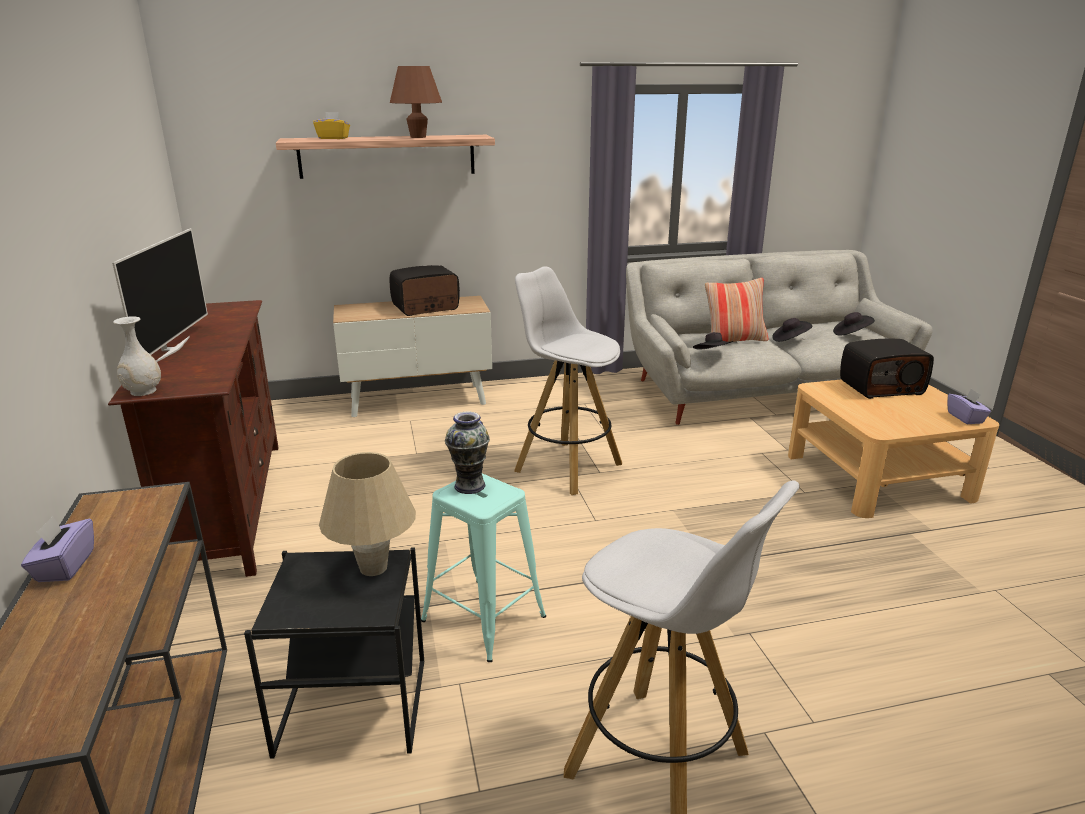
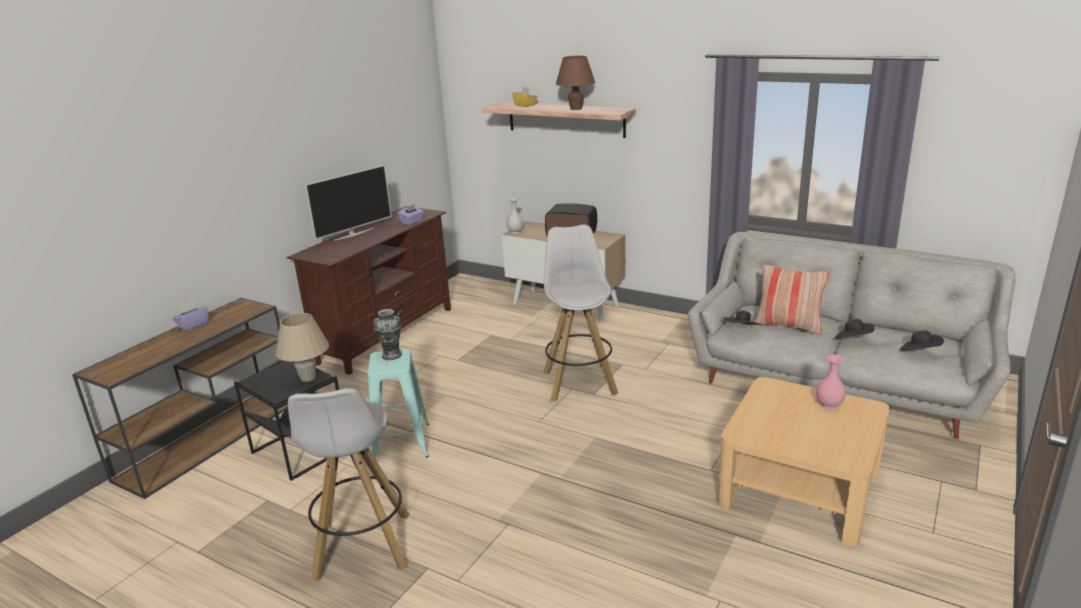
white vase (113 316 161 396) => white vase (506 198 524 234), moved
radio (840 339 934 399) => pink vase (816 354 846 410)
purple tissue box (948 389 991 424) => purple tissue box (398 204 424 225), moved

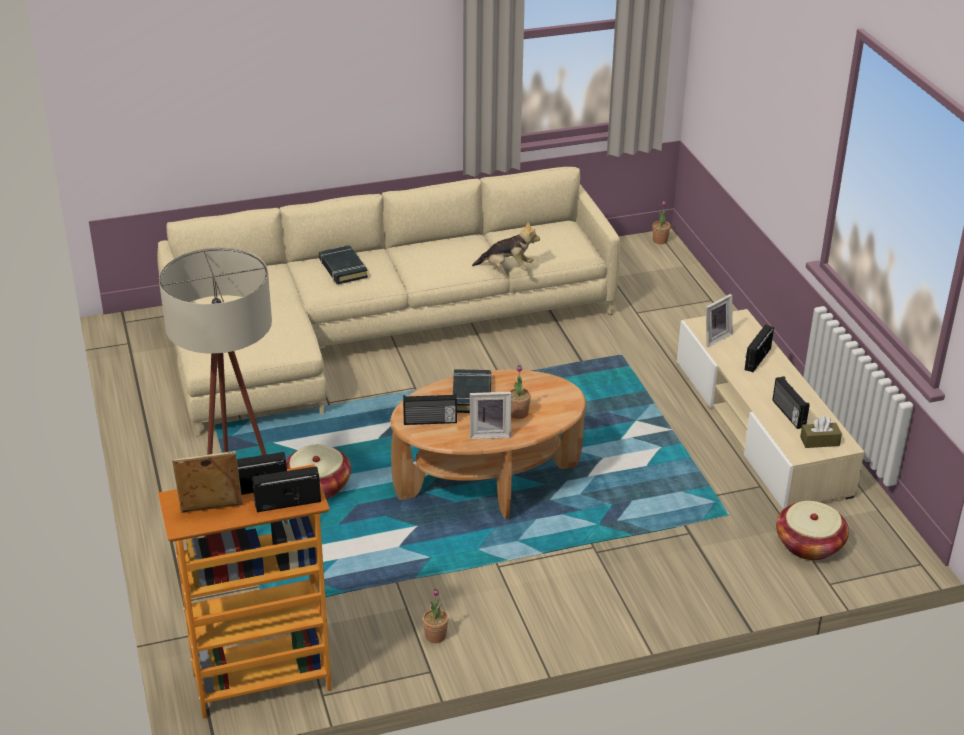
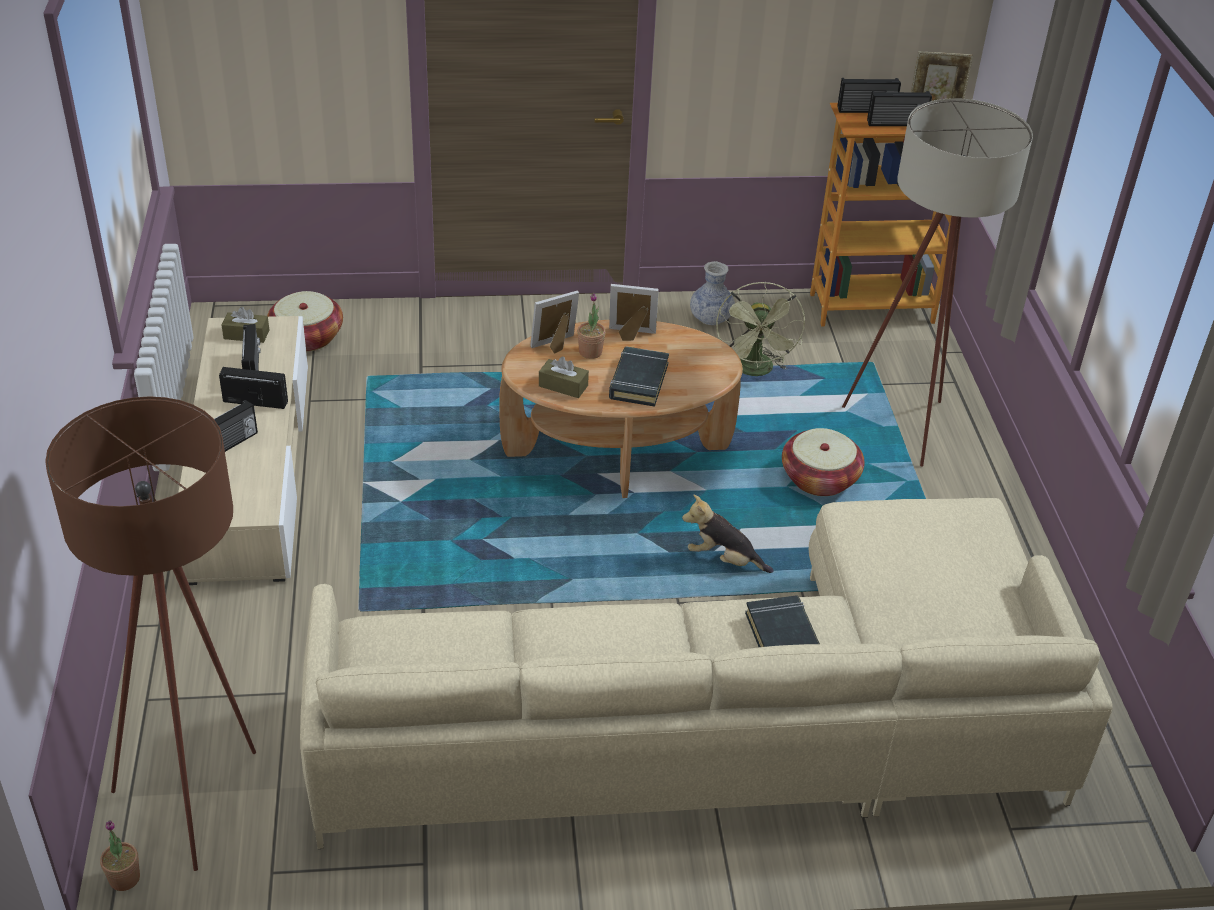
plush toy (472 222 540 270) => plush toy (682 495 774 573), moved
picture frame (706 294 733 347) => picture frame (530 291 579 354), moved
radio (403 393 457 425) => radio (219 367 288 409), moved
potted plant (423 589 448 643) => vase (690 261 735 325)
nothing => green fan (716 282 805 376)
nothing => brown tissue box (539 356 589 398)
nothing => brown floor lamp (45 396 256 871)

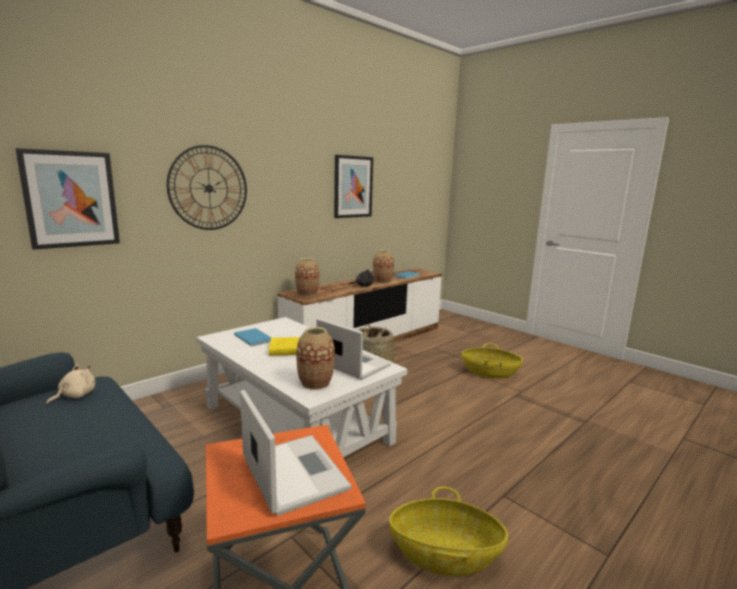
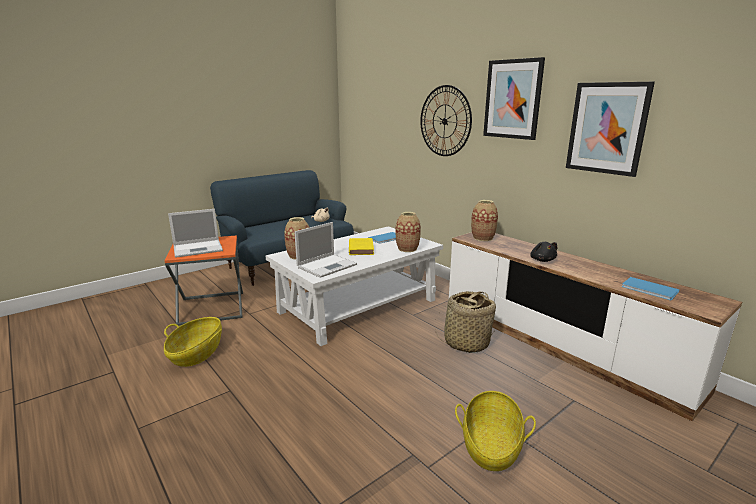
picture (15 148 120 250) => picture (483 57 545 140), moved
vase (373 250 394 283) => vase (395 212 421 252), moved

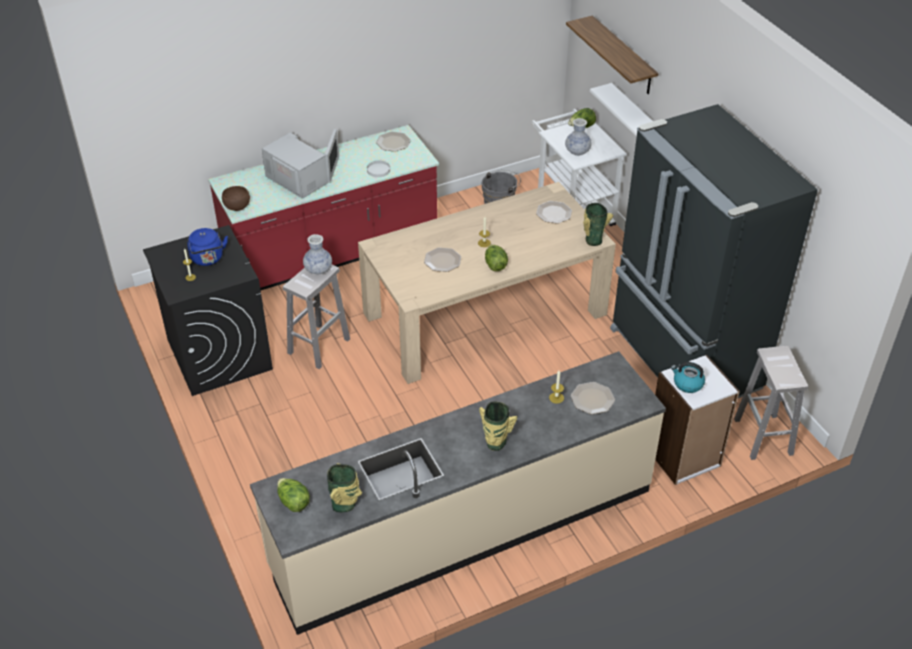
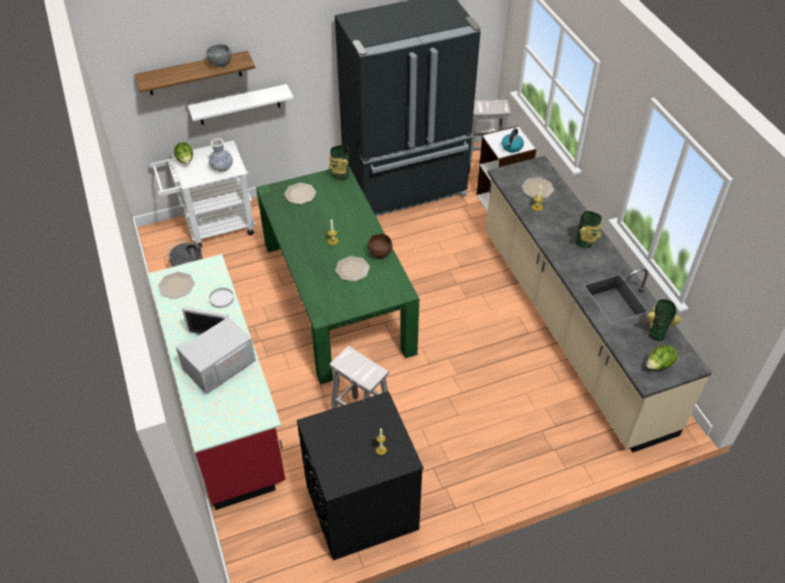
beige dining table (358 182 616 384) => green dining table (256 167 419 384)
brown bowl (222 186 250 211) => brown bowl (368 234 392 258), moved
blue kettle (187 228 228 266) => nothing
vase (303 234 332 275) => nothing
lettuce (485 244 508 271) => nothing
nothing => grey bowl (206 44 232 67)

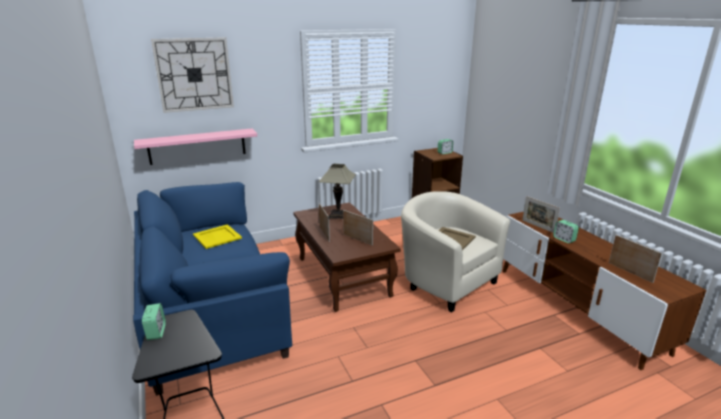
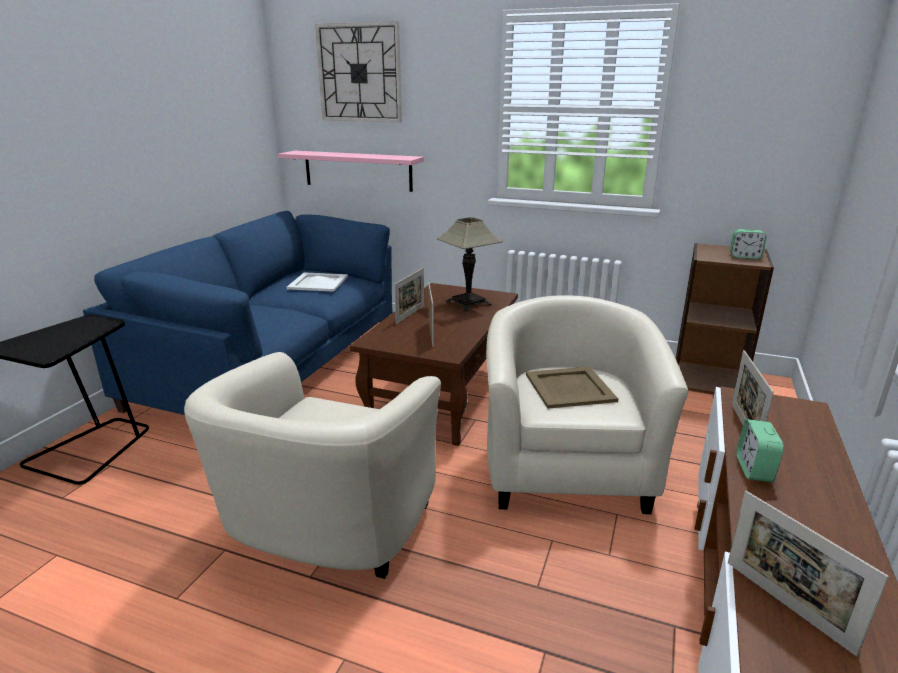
yellow tray (193 224 242 249) => white tray (286 272 348 292)
picture frame (609 235 662 283) => picture frame (728 491 889 656), 135 degrees clockwise
alarm clock (142 303 166 340) => nothing
nothing => beige armchair (184 352 441 579)

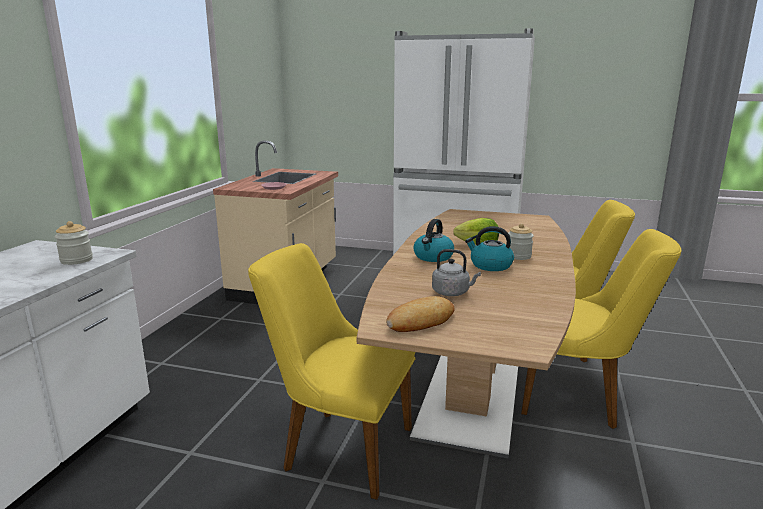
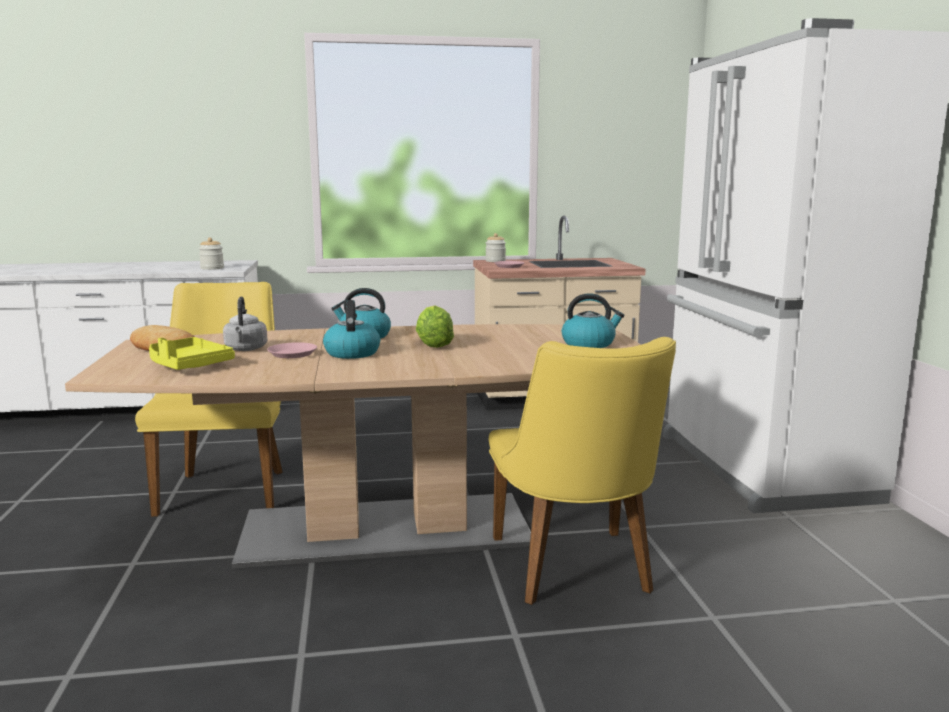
jar (508 223 534 260) => jar (485 233 506 262), moved
yellow chair (521 229 682 429) => nothing
nothing => kettle (562 293 624 348)
nothing => yellow tray (149 337 235 370)
nothing => pink plate (267 342 317 358)

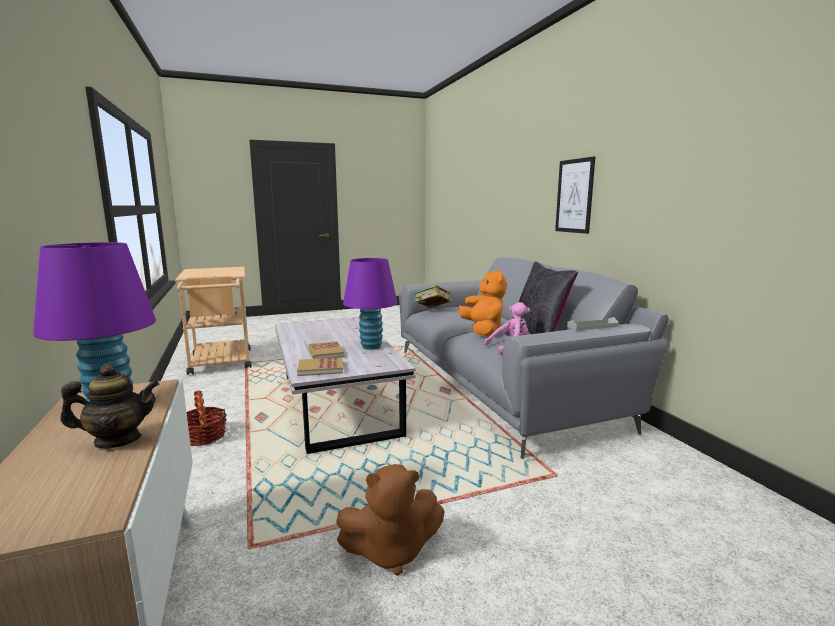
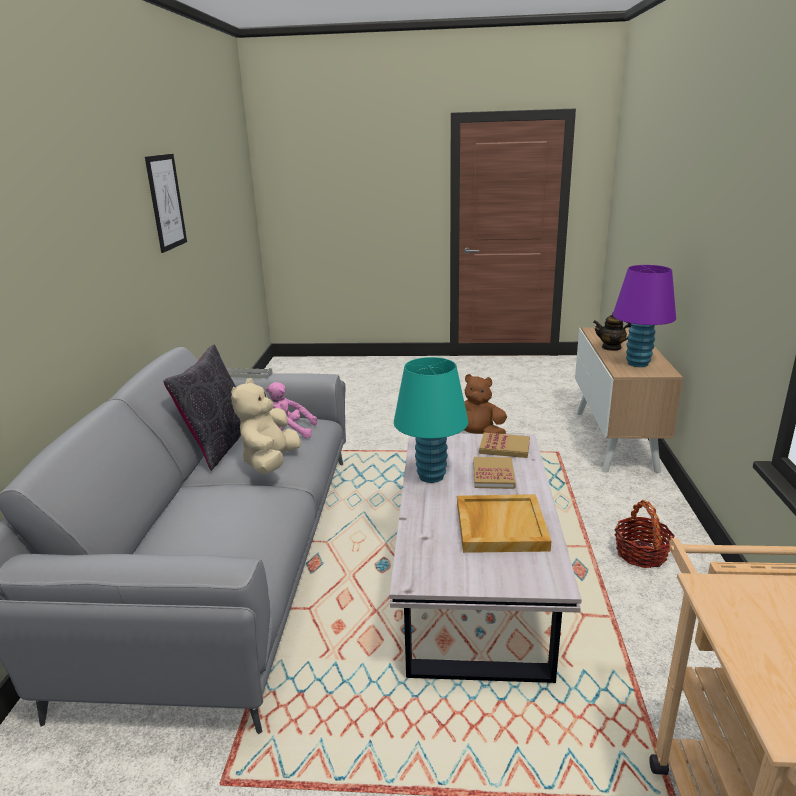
picture (555 156 595 234) => picture (145 154 187 253), moved
purple table lamp (343 258 397 350) => turquoise table lamp (394 357 468 483)
orange plush toy (459 269 506 336) => beige plush toy (231 378 301 474)
book (414 284 453 308) => nothing
nothing => beige tray (457 494 551 553)

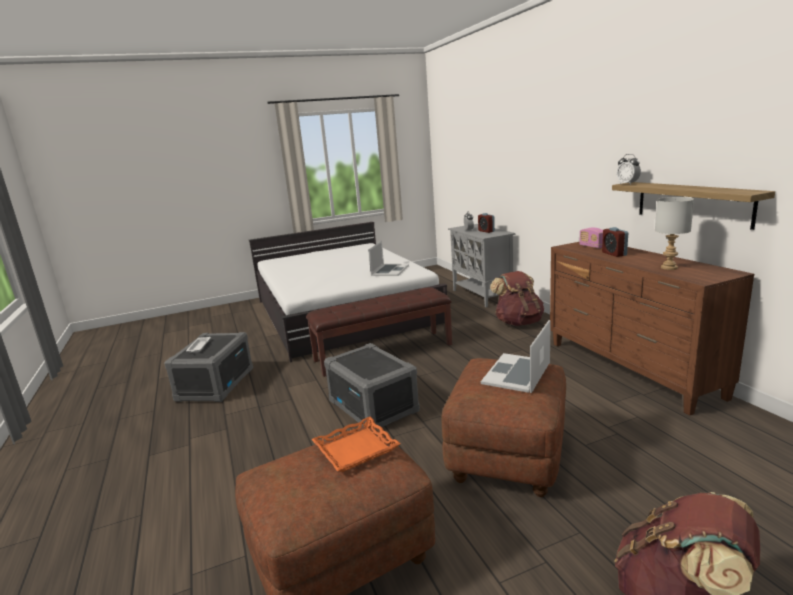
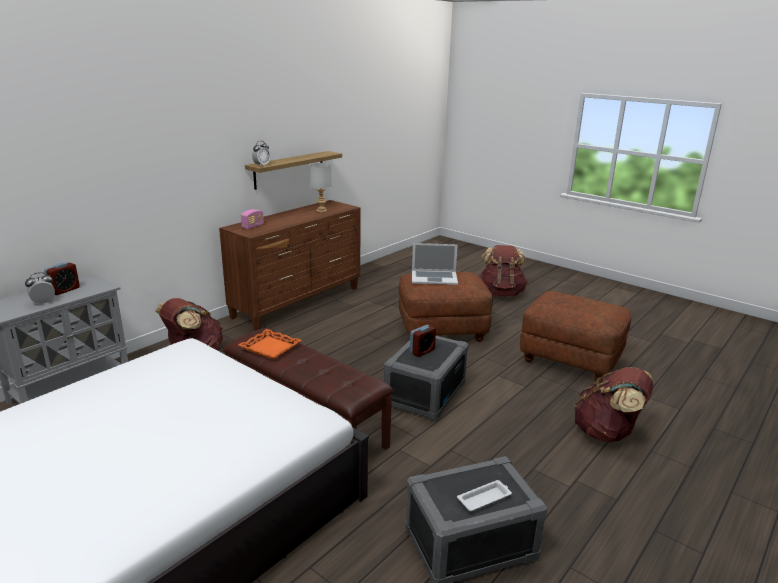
alarm clock (602 227 628 257) => alarm clock (410 325 436 357), moved
laptop (368 241 409 276) => nothing
orange tray (311 417 401 472) => orange tray (239 329 302 359), moved
nothing => brown backpack (574 367 654 443)

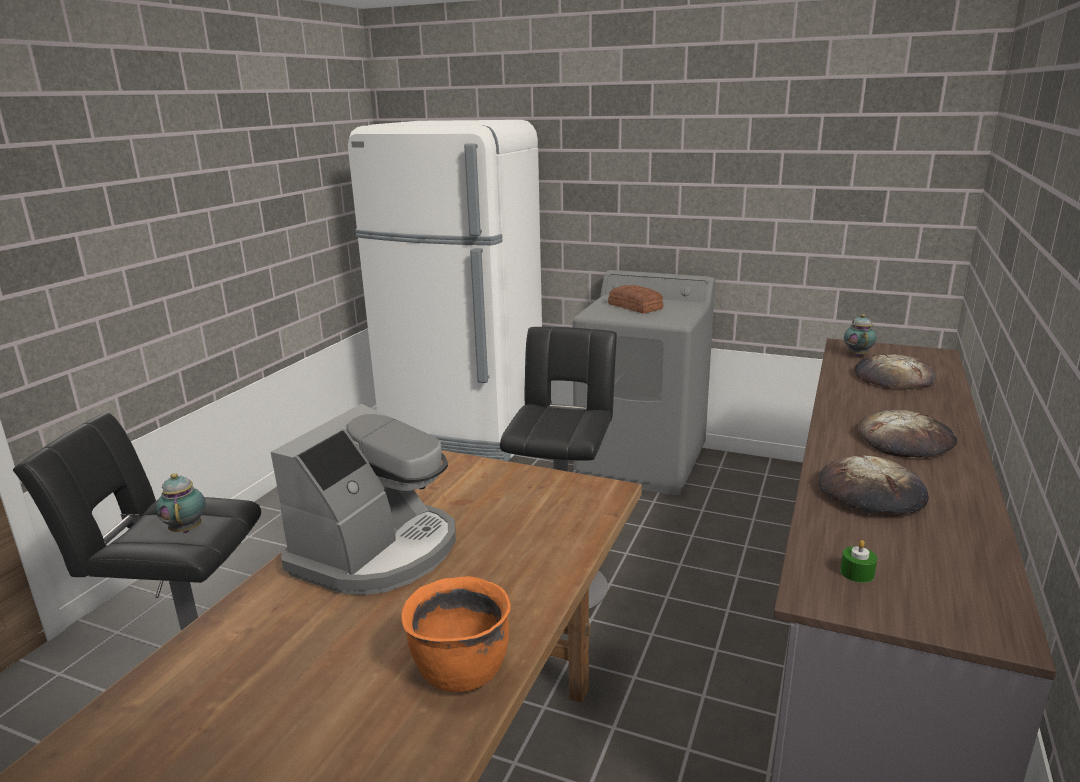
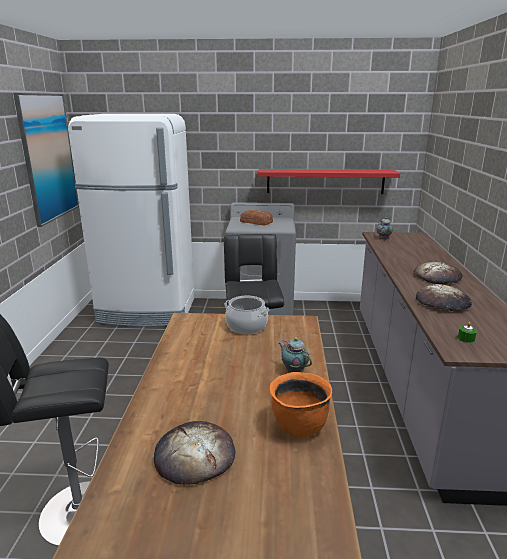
bread (855 354 936 389) => bread (154 421 236 485), moved
coffee machine (271 404 456 595) => nothing
teapot (156 473 206 533) => teapot (279 337 312 372), moved
nothing => picture (13 93 79 227)
nothing => red shelf (258 169 400 194)
nothing => cooking pot (224 296 270 334)

